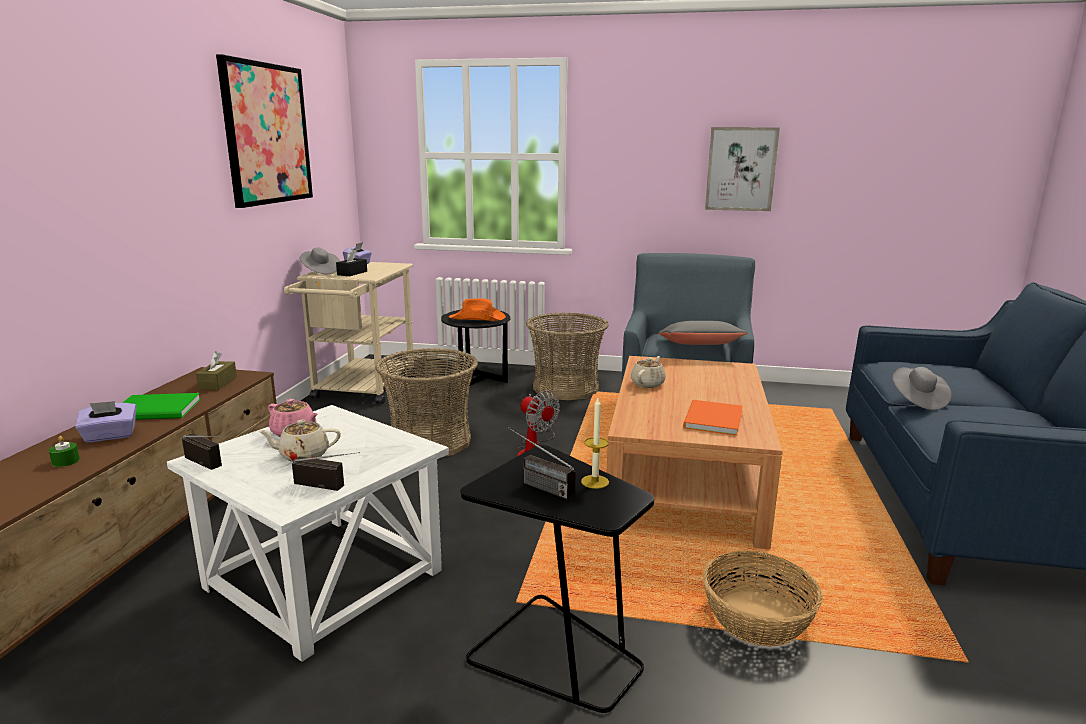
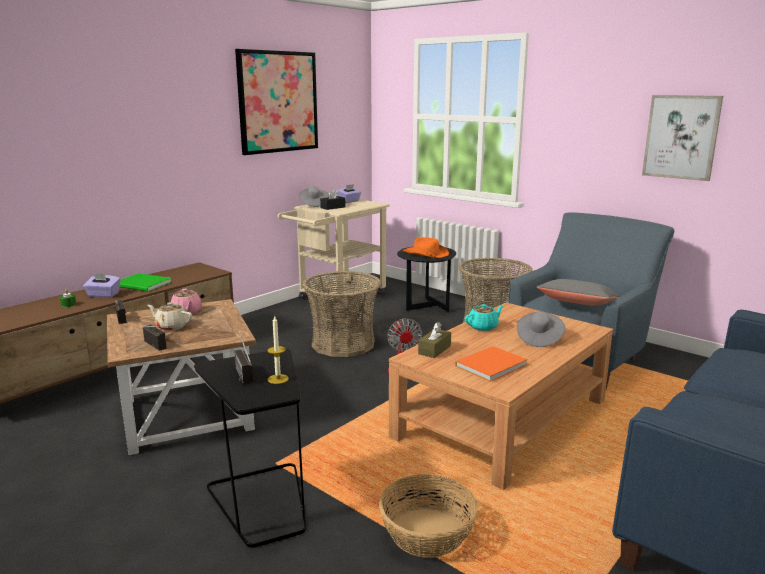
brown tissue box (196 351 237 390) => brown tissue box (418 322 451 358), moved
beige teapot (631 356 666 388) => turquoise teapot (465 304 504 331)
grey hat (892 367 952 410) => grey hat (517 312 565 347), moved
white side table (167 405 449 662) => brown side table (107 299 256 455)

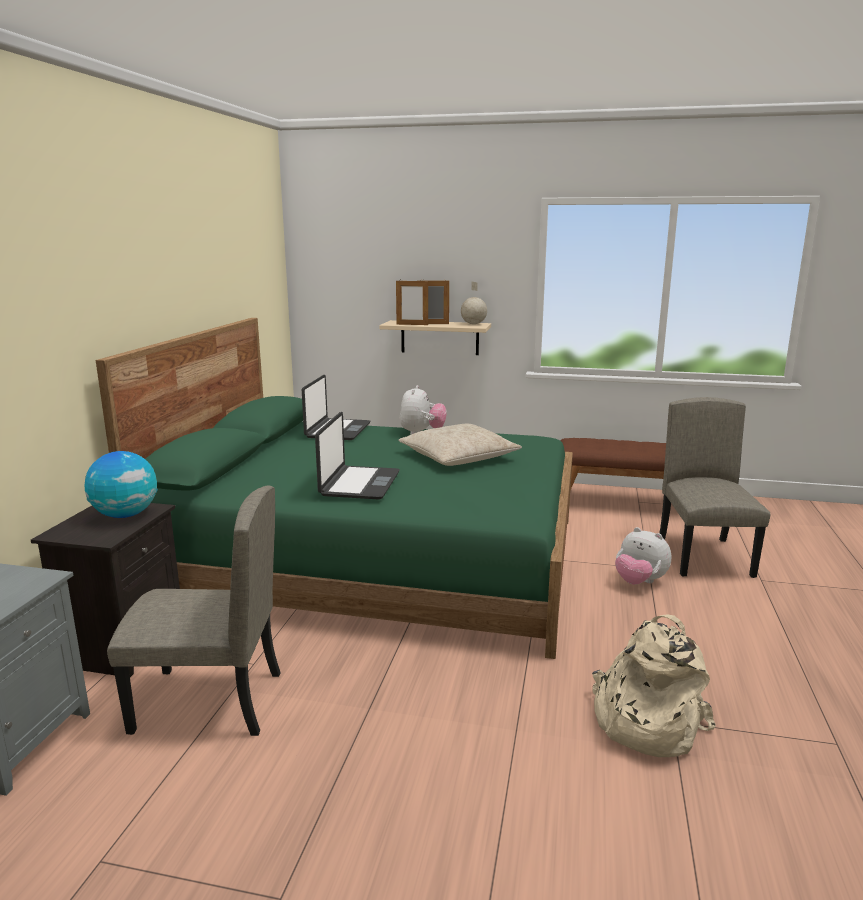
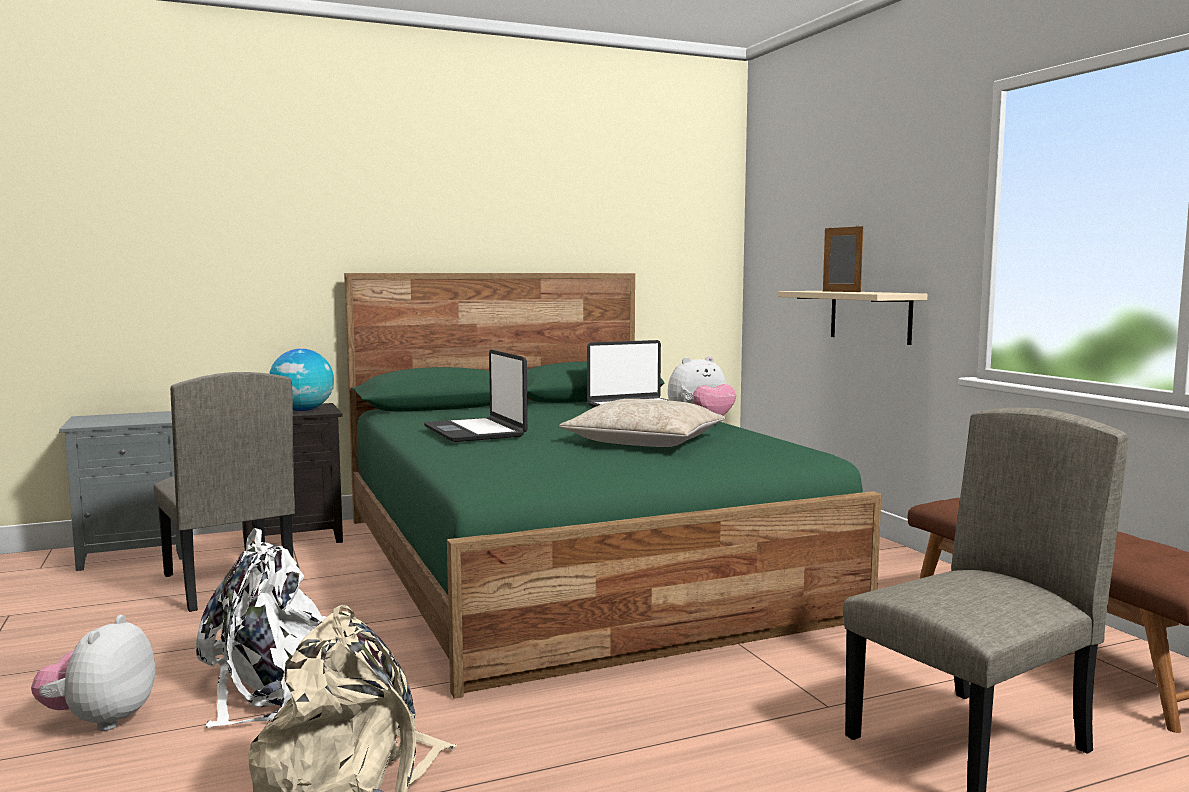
picture frame (396 279 428 325) => nothing
globe (461 282 487 324) => nothing
laptop (315 412 400 500) => laptop (424 350 528 442), 90 degrees clockwise
plush toy (615 527 671 585) => plush toy (31 615 156 731), moved
nothing => white backpack (196 528 326 728)

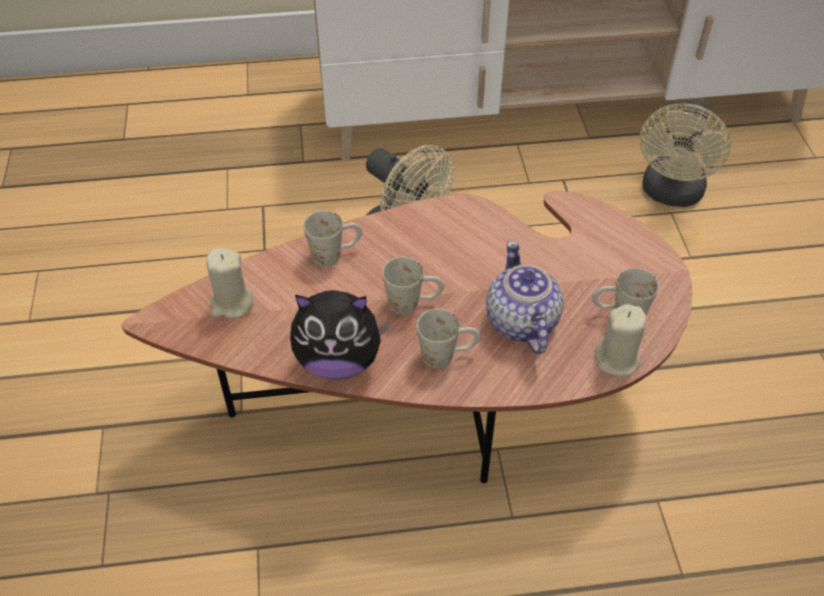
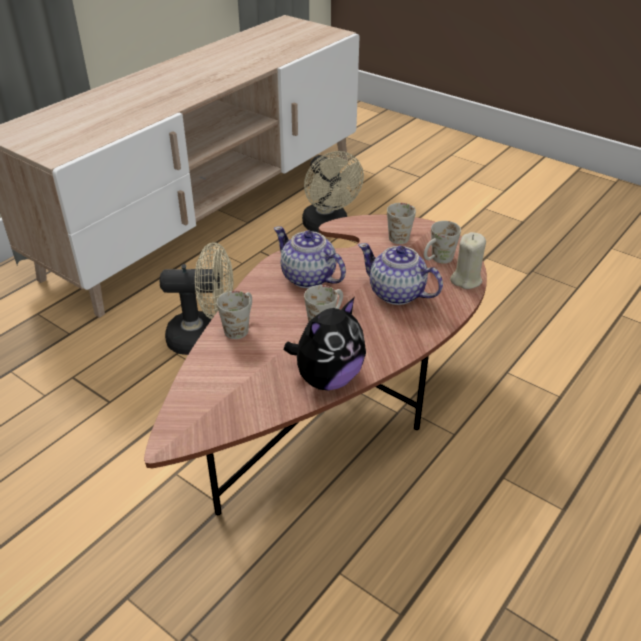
beige candle (206 248 253 318) => nothing
white mug (417 309 480 368) => white mug (387 203 416 244), moved
nothing => teapot (273 226 346 288)

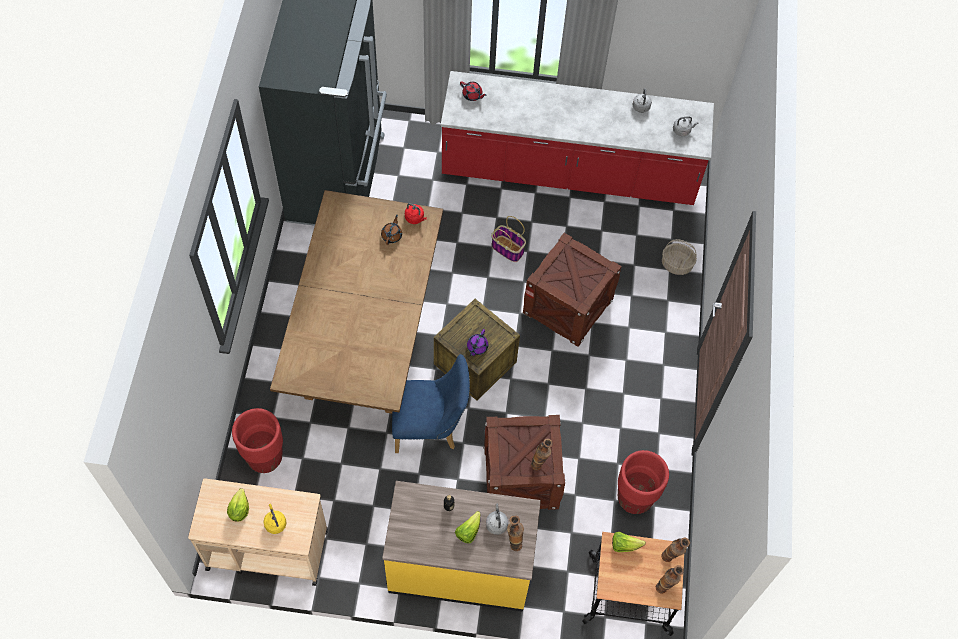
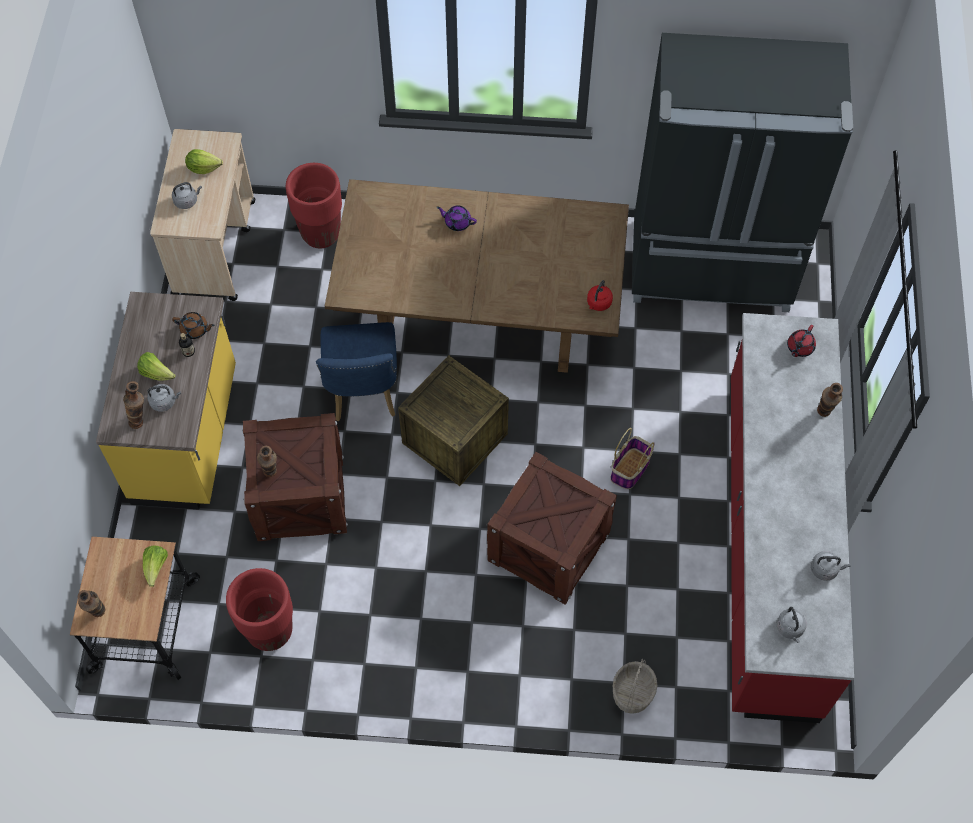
brown teapot (381 215 402 245) => brown teapot (172 312 215 339), moved
purple teapot (467 329 488 356) => purple teapot (437 205 477 231), moved
yellow kettle (264 504 287 534) => grey kettle (172 182 202 209)
vase (661 538 690 562) => vase (817 383 843 417), moved

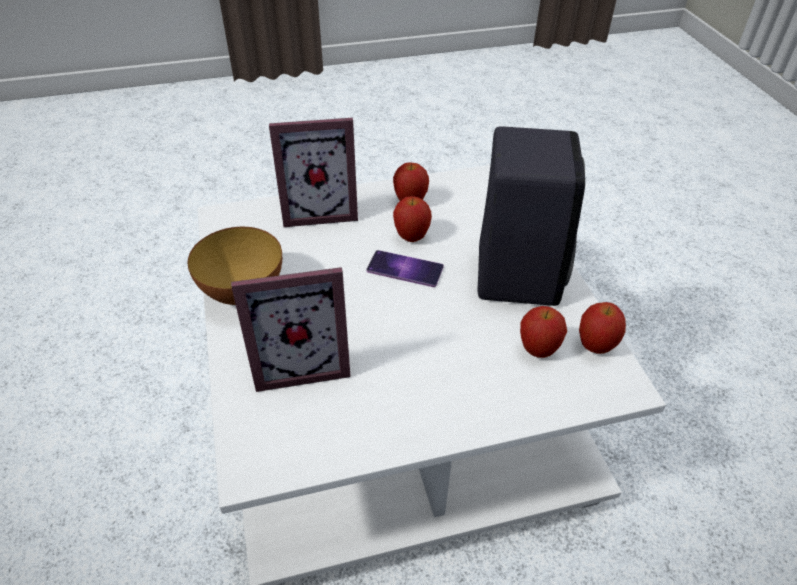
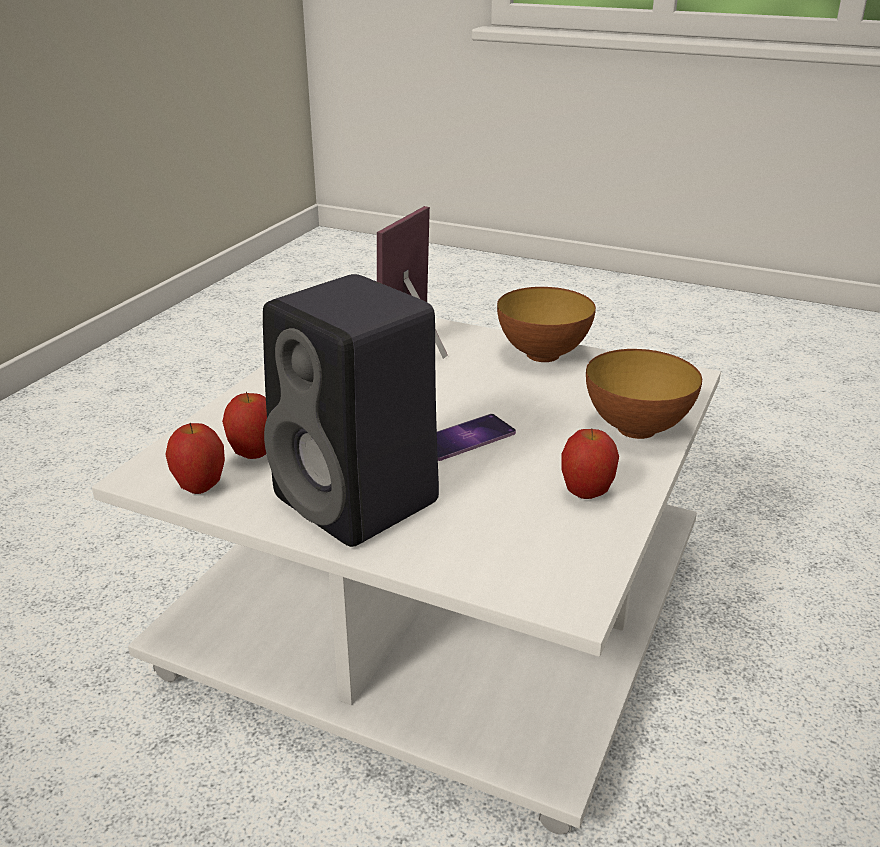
picture frame (269 118 358 227) => bowl (586 349 702 439)
apple (393 196 432 242) => nothing

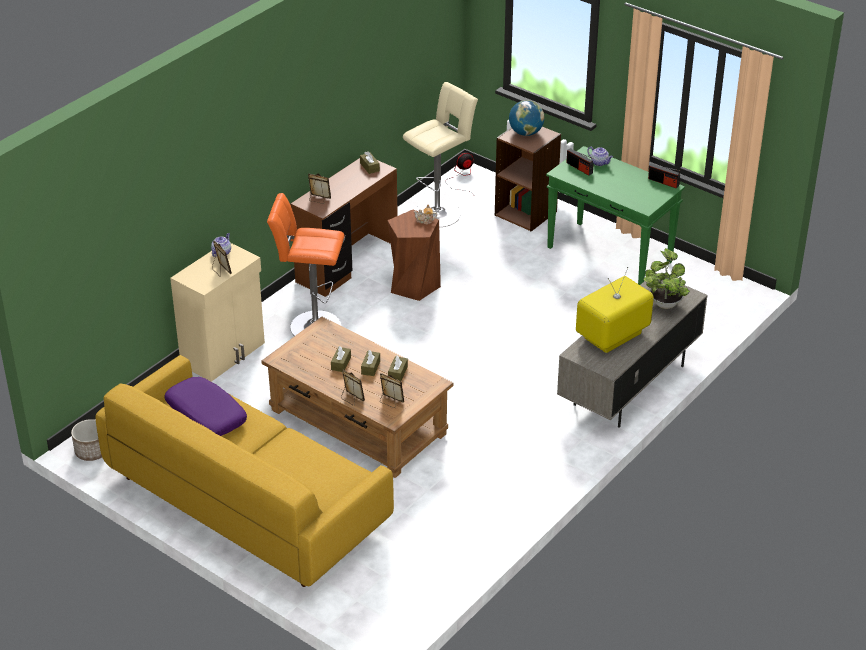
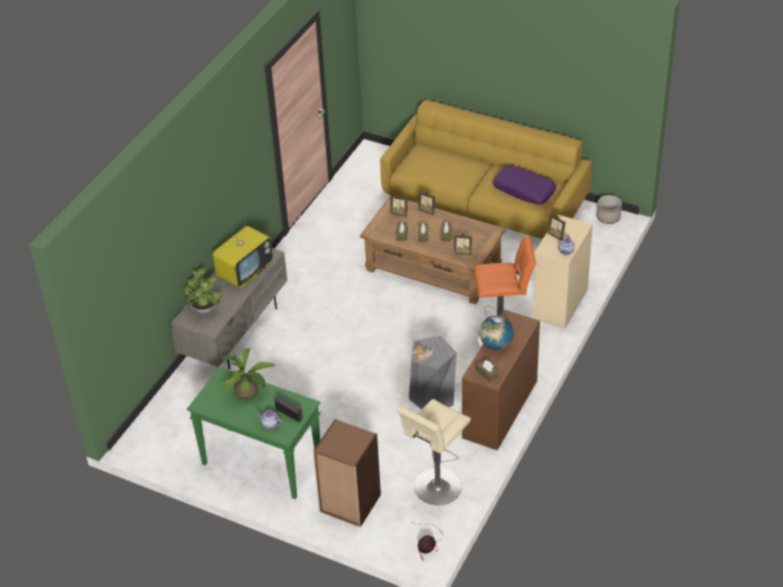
globe (509 100 544 136) => globe (479 315 514 350), moved
radio (648 164 680 189) => nothing
picture frame (308 173 331 204) => picture frame (454 234 472 256), moved
brown stool (387 210 441 301) => grey stool (409 336 457 410)
nothing => potted plant (219 348 276 400)

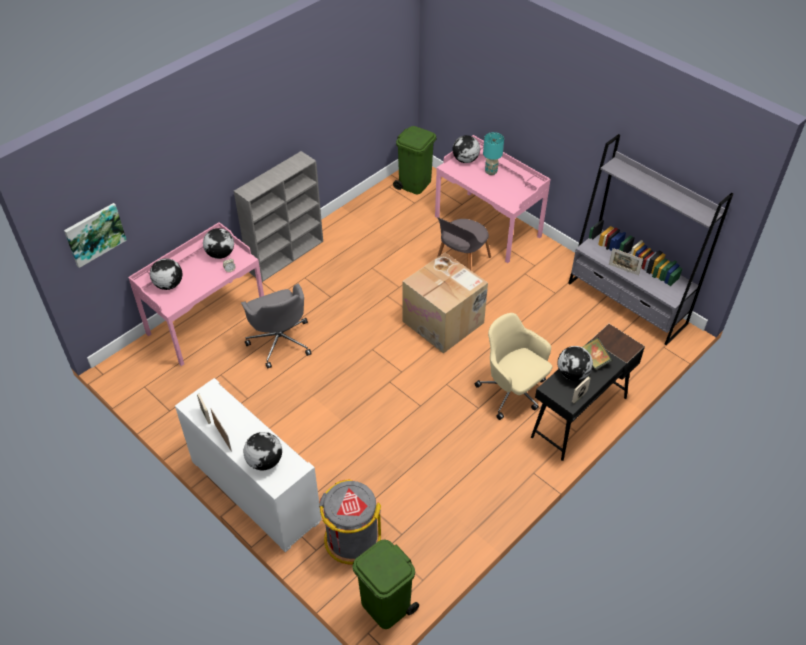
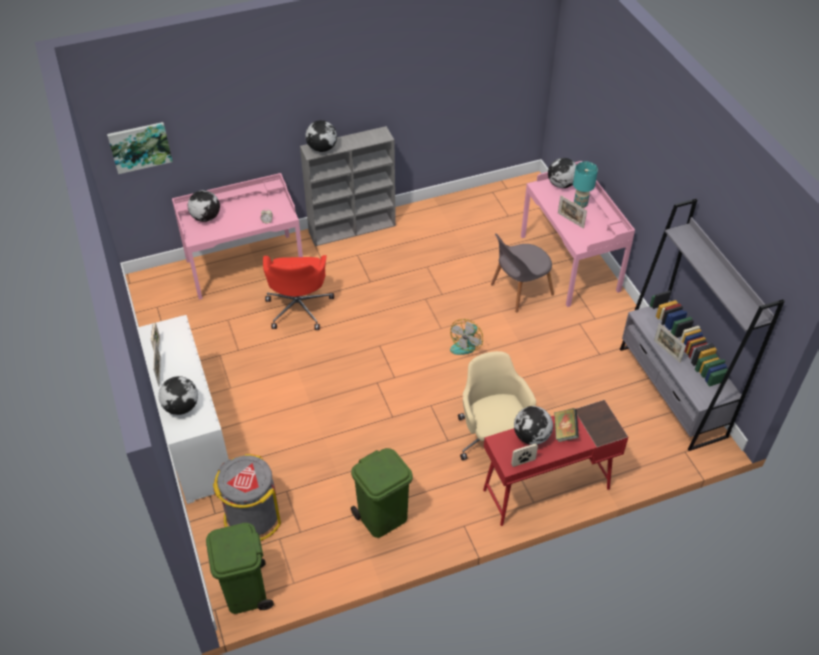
green trash can (393 126 437 194) => green trash can (351 448 413 538), moved
globe (203 228 234 259) => globe (305 120 337 152), moved
cardboard box (403 253 488 354) => fan (450 319 483 355)
grey office chair (241 284 312 369) => red office chair (263 255 334 330)
black desk (531 324 645 461) => red desk (483 400 628 526)
nothing => picture frame (558 195 587 229)

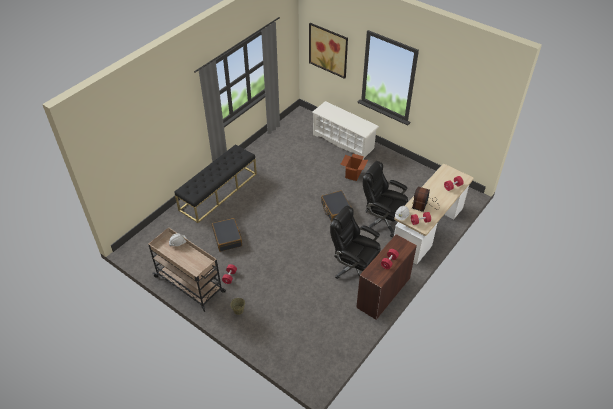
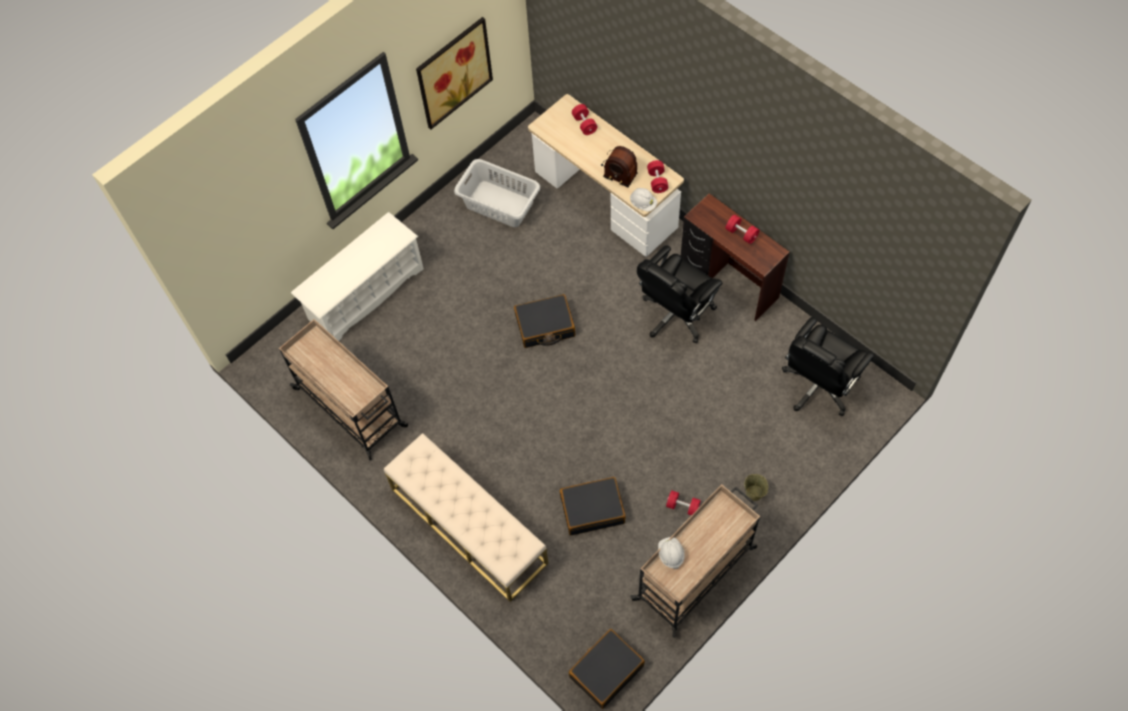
picture (309 23 348 79) => picture (416 17 493 130), moved
black bench (174 144 257 223) => beige bench (384 433 549 602)
cardboard box (340 154 368 181) => nothing
black office chair (363 161 408 237) => black office chair (782 317 874 416), moved
nothing => grey laundry basket (454 159 540 227)
nothing => beige cart (279 319 408 460)
nothing => black suitcase (569 629 645 709)

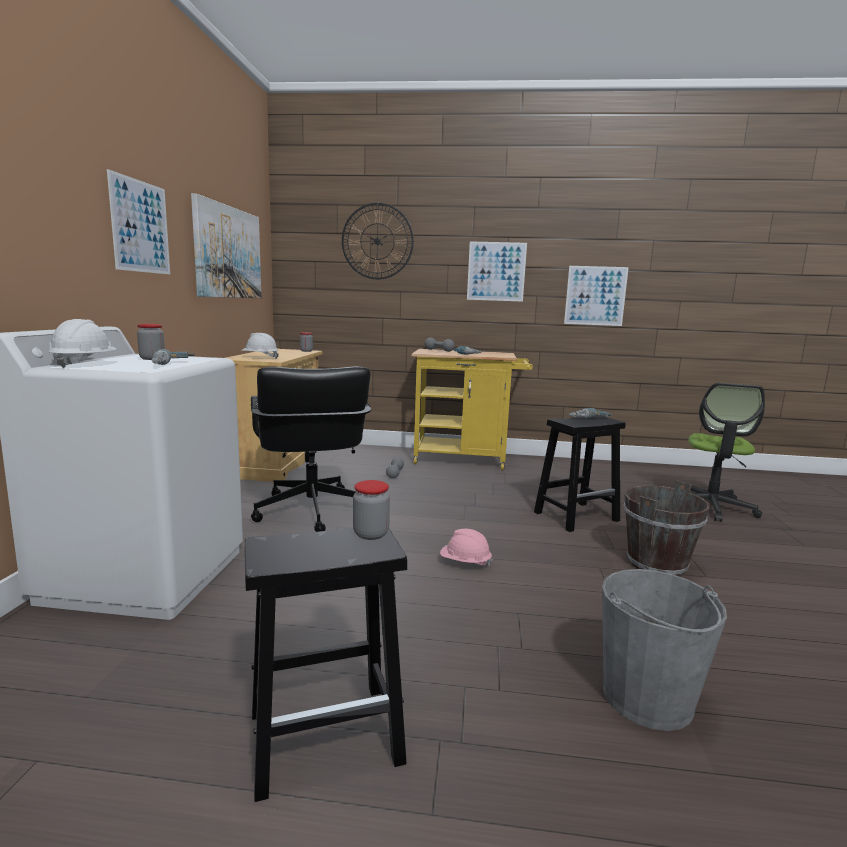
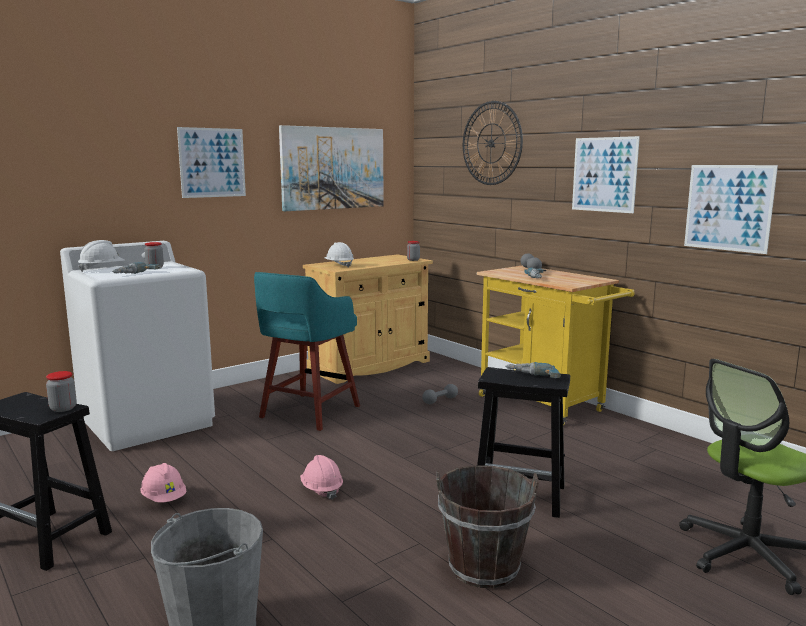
black office chair (251 366 371 532) => turquoise stool (254 272 360 431)
nothing => pink hard hat (141 463 186 502)

